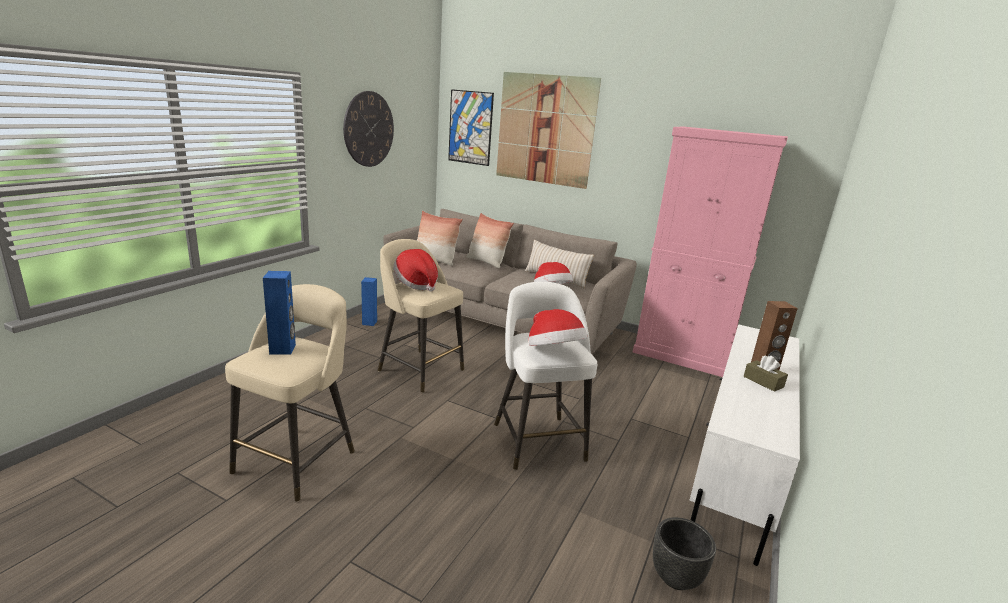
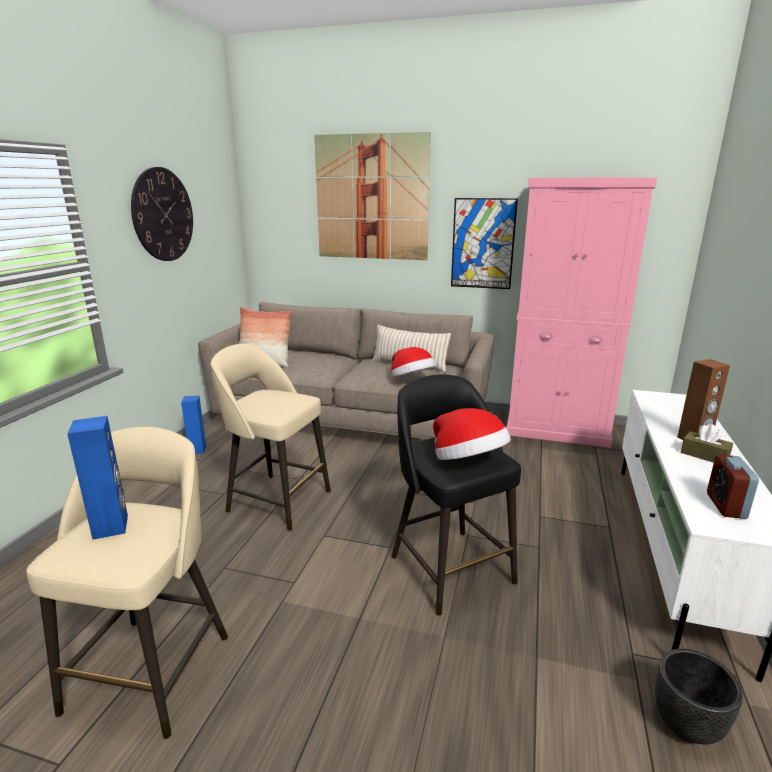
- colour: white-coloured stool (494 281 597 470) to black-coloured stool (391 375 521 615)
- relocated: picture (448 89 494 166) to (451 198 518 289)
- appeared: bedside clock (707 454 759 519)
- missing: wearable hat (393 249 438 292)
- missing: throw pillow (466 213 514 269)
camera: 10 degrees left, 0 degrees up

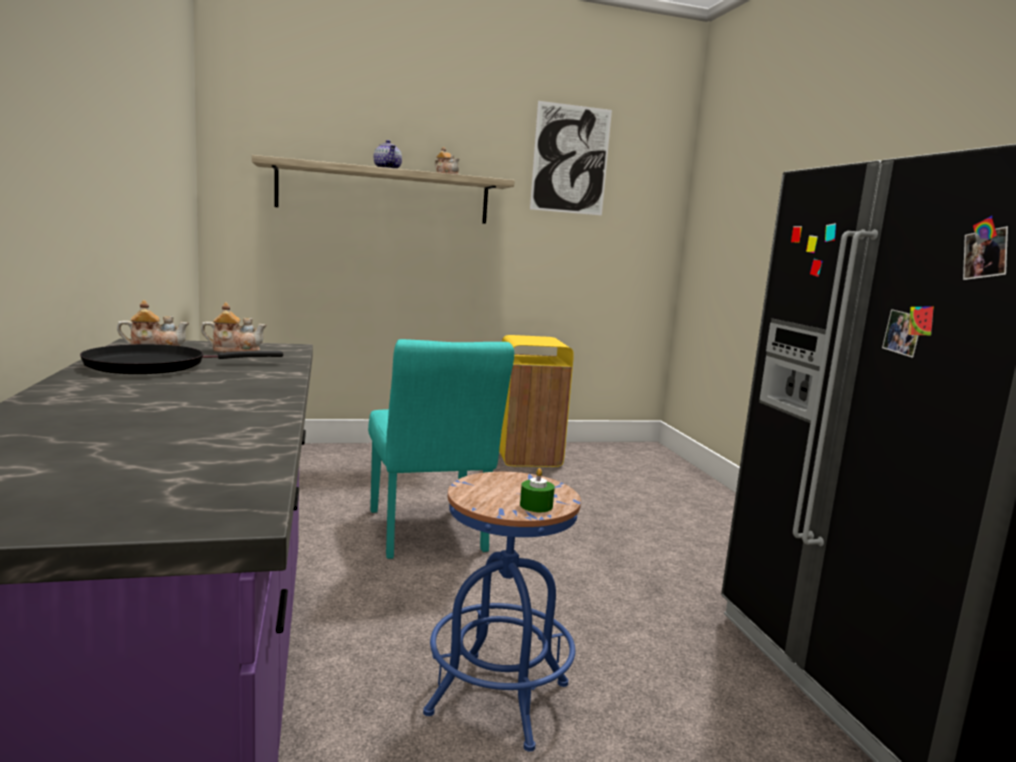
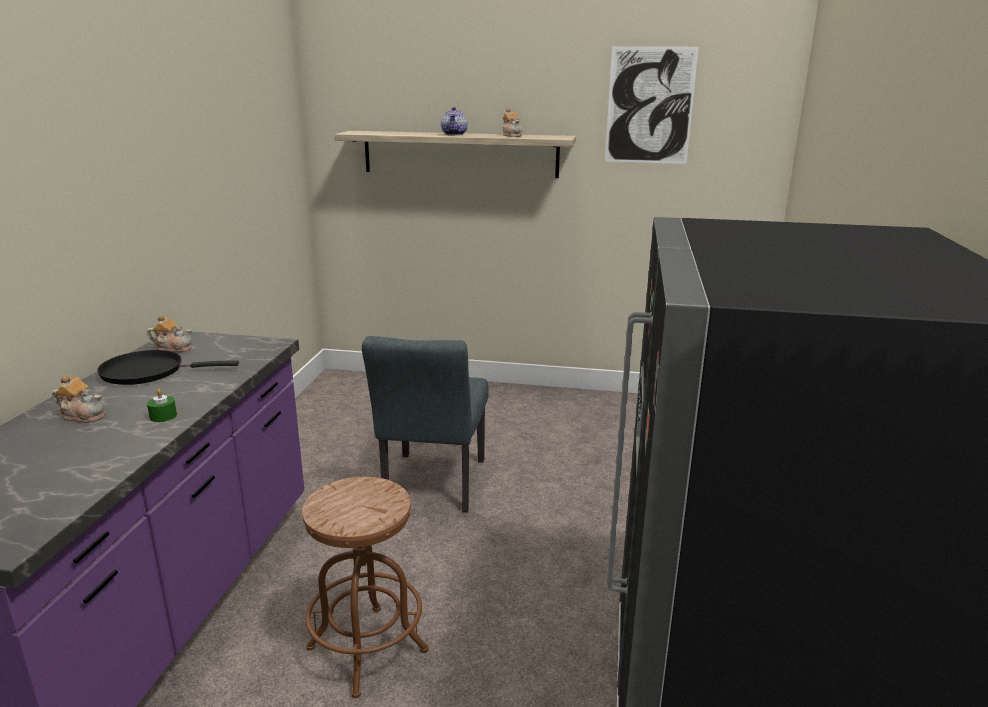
- relocated: tea pot (201 302 267 352) to (52 375 105 423)
- relocated: green wax candle (520 468 555 512) to (147 389 177 422)
- colour: blue-coloured stool (423 472 581 752) to brown-coloured stool (302 477 429 698)
- colour: turquoise upright chair (368 339 514 559) to greyish upright chair (362 336 489 512)
- missing: yellow-coloured rubbish bin (499 335 574 467)
camera: 25 degrees right, 10 degrees up

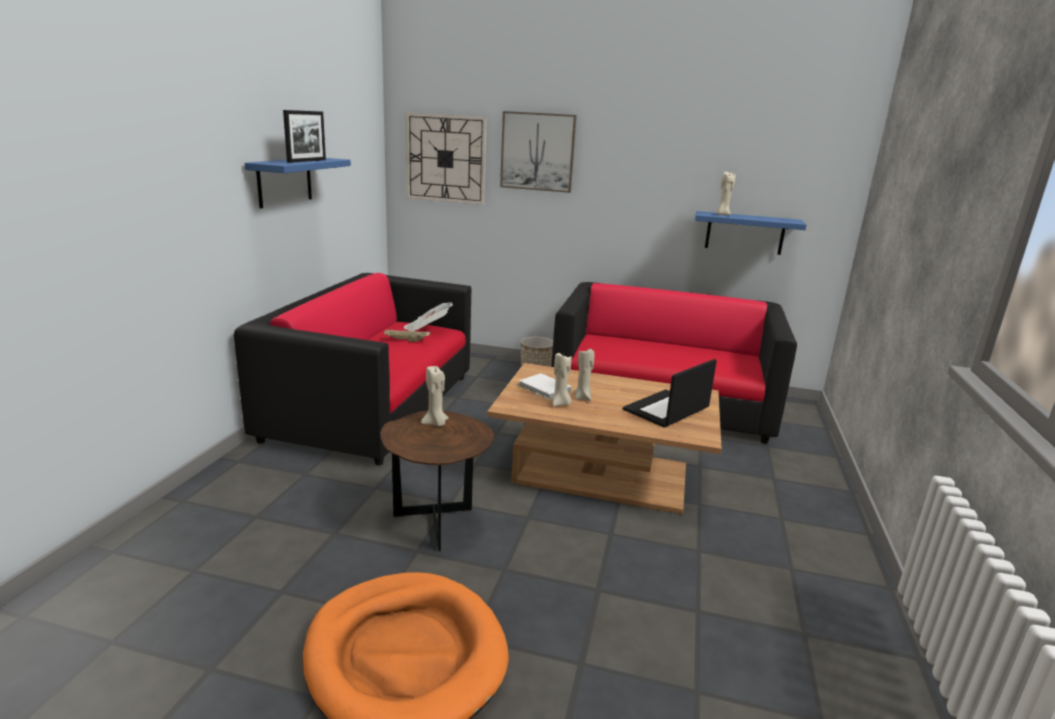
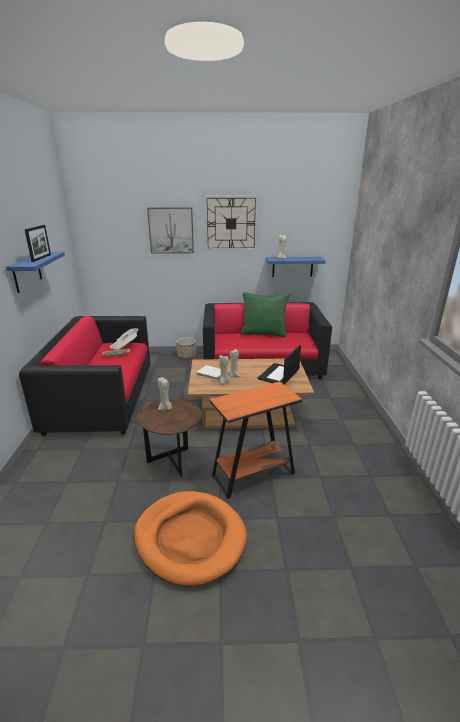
- relocated: clock on the wall (406 113 487 205) to (205 196 258 250)
- appeared: orange side table (209 381 303 499)
- appeared: green throw pillow (240 292 289 337)
camera: 15 degrees left, 5 degrees up

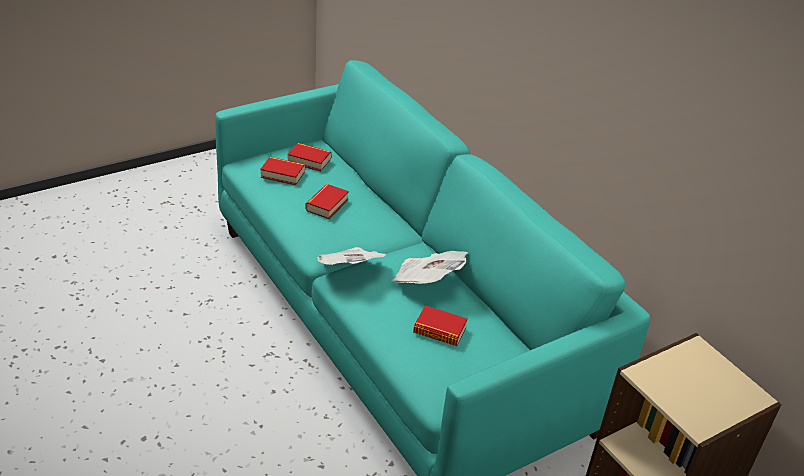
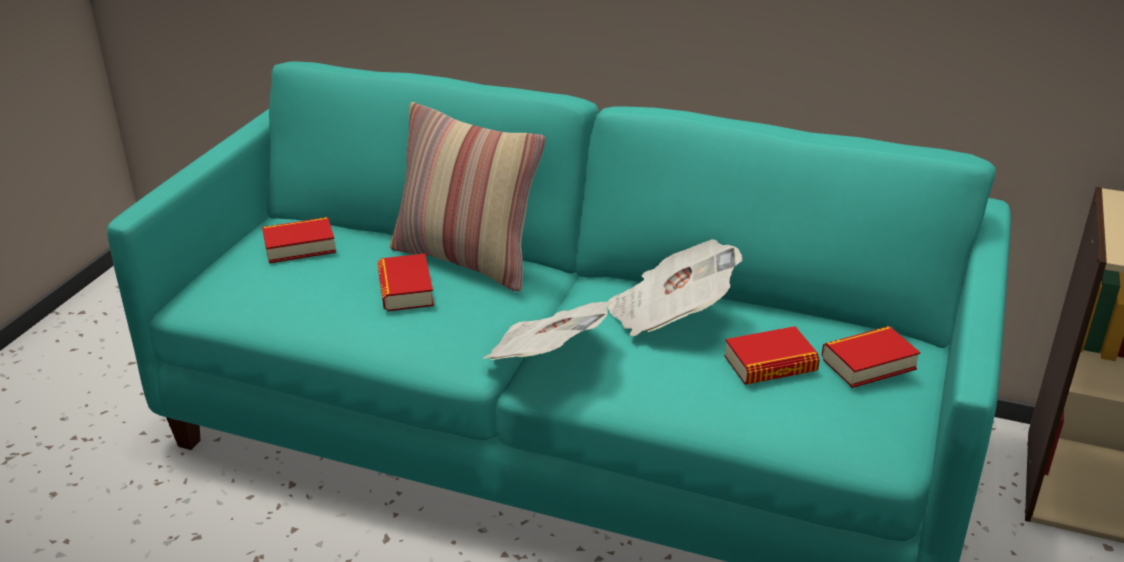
- appeared: throw pillow (390 102 546 292)
- relocated: bound book (260 157 305 185) to (822 326 920 388)
camera: 35 degrees left, 5 degrees down

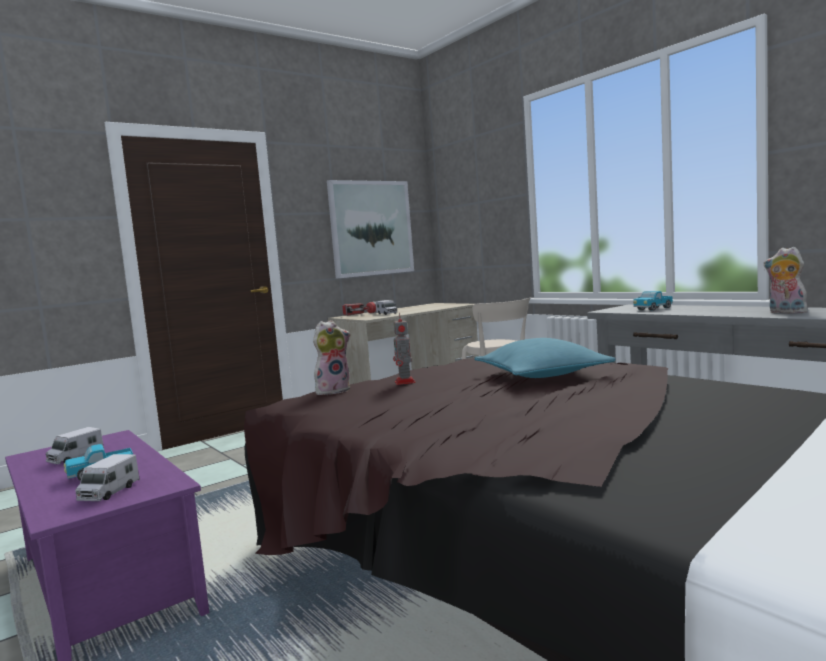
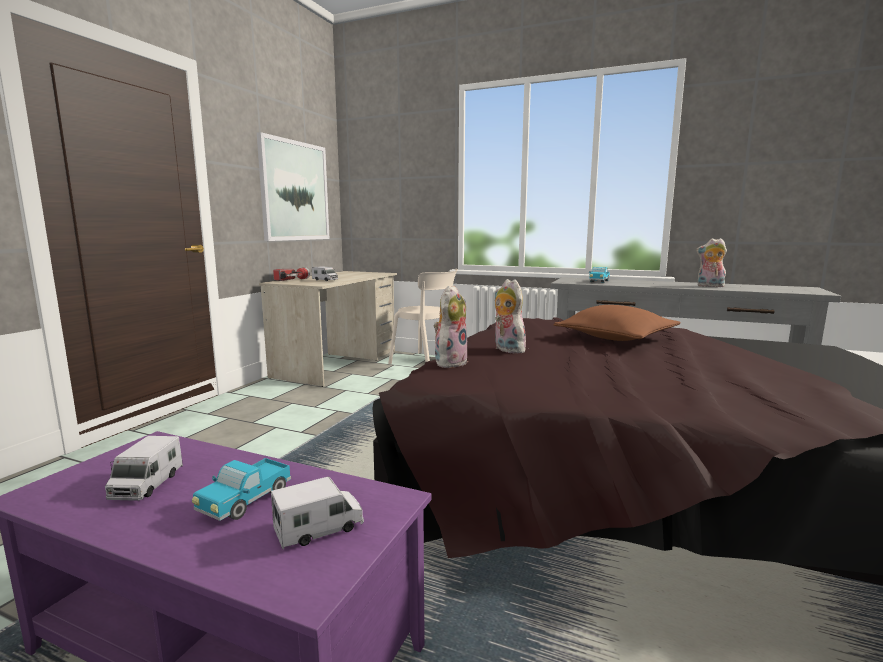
- spun: toy lorry (75 454 140 501) = (271 476 364 549) 105 degrees counterclockwise
- exchanged: robot figure (393 313 416 385) to plush toy (495 279 526 354)
- colour: turquoise throw pillow (474 338 616 378) to brown-coloured throw pillow (554 305 681 341)
camera: 30 degrees left, 5 degrees up

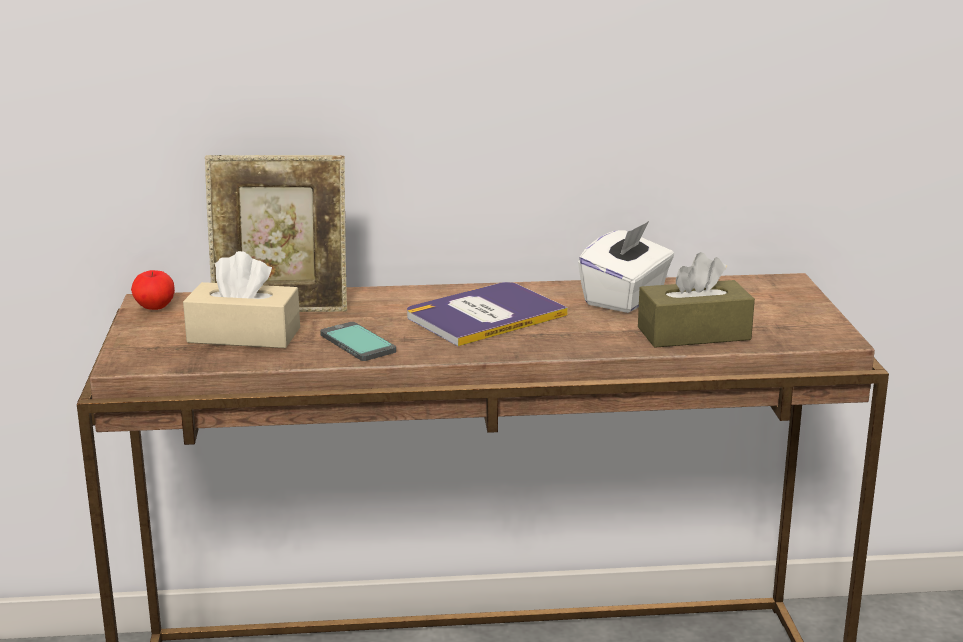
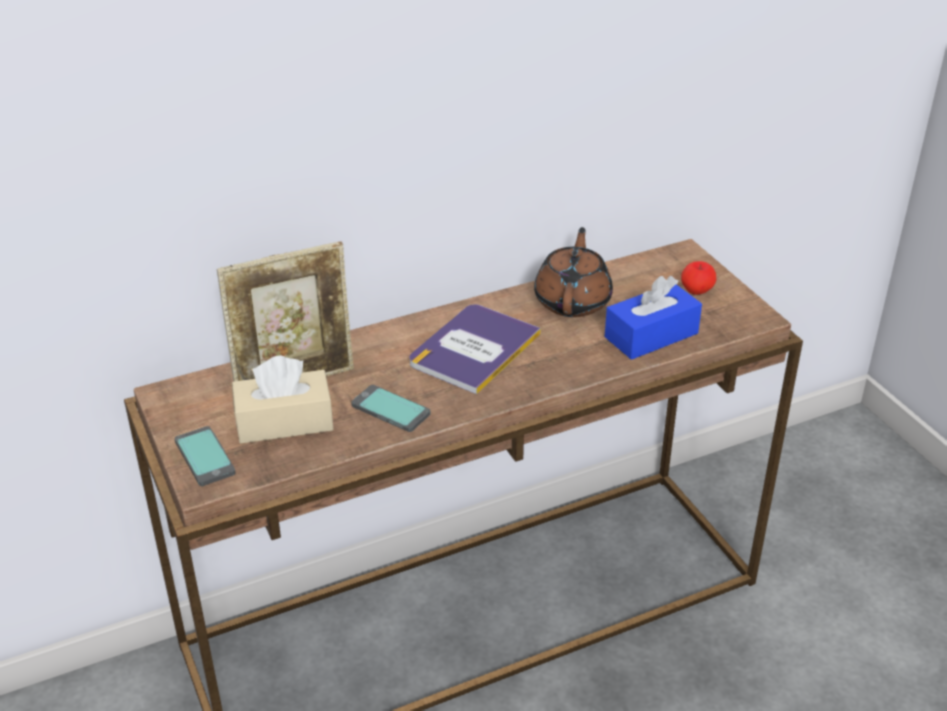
- appeared: phone (175 426 236 486)
- exchanged: white-coloured box of tissues (578 221 674 313) to brown-coloured tea pot (534 227 613 317)
- colour: brown-coloured box of tissues (638 252 755 348) to blue-coloured box of tissues (605 276 702 360)
- relocated: whole apple (131 270 175 310) to (681 261 717 295)
camera: 20 degrees left, 15 degrees up

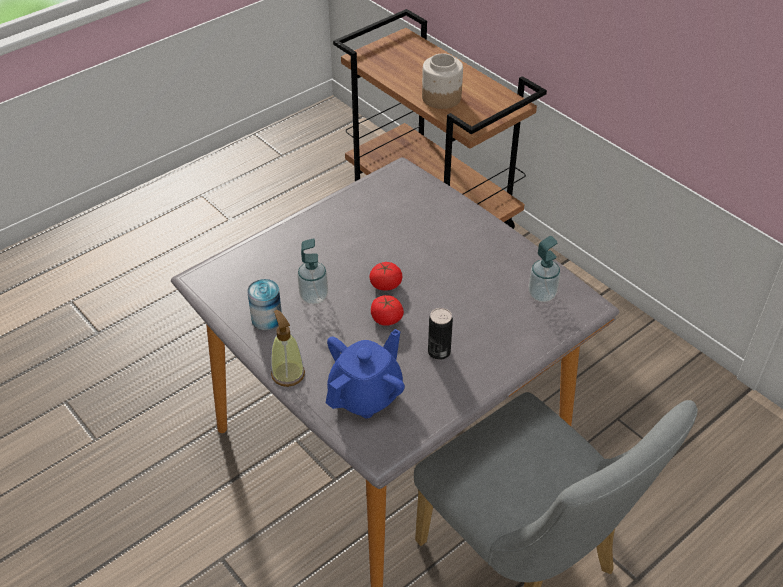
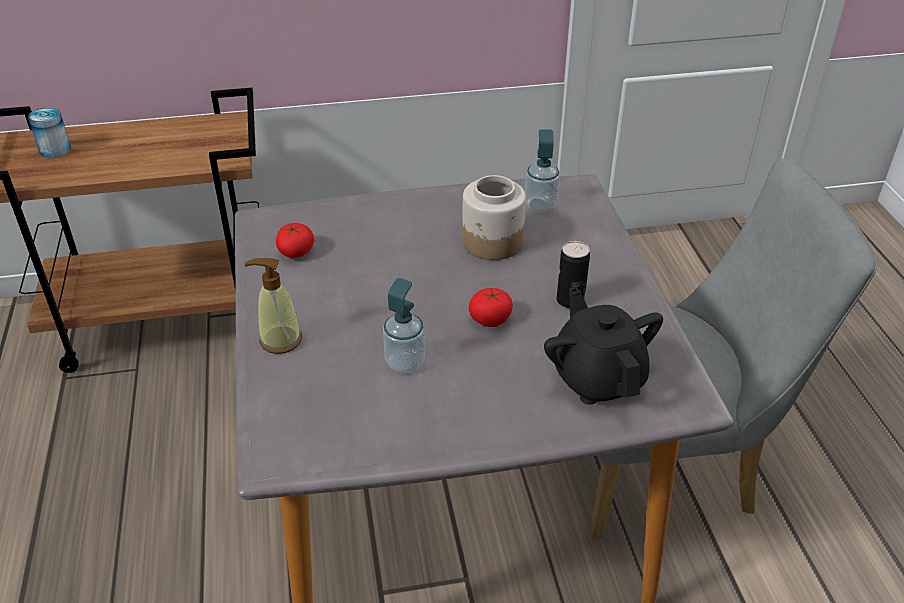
- relocated: can (247 279 282 330) to (28 107 71 158)
- relocated: soap bottle (271 310 305 387) to (245 258 302 354)
- relocated: whole tomato (370 262 402 291) to (276 223 314 258)
- relocated: storage jar (422 53 463 109) to (462 175 526 260)
- colour: blue-coloured tea pot (326 329 405 418) to black-coloured tea pot (544 287 663 405)
camera: 60 degrees left, 5 degrees down

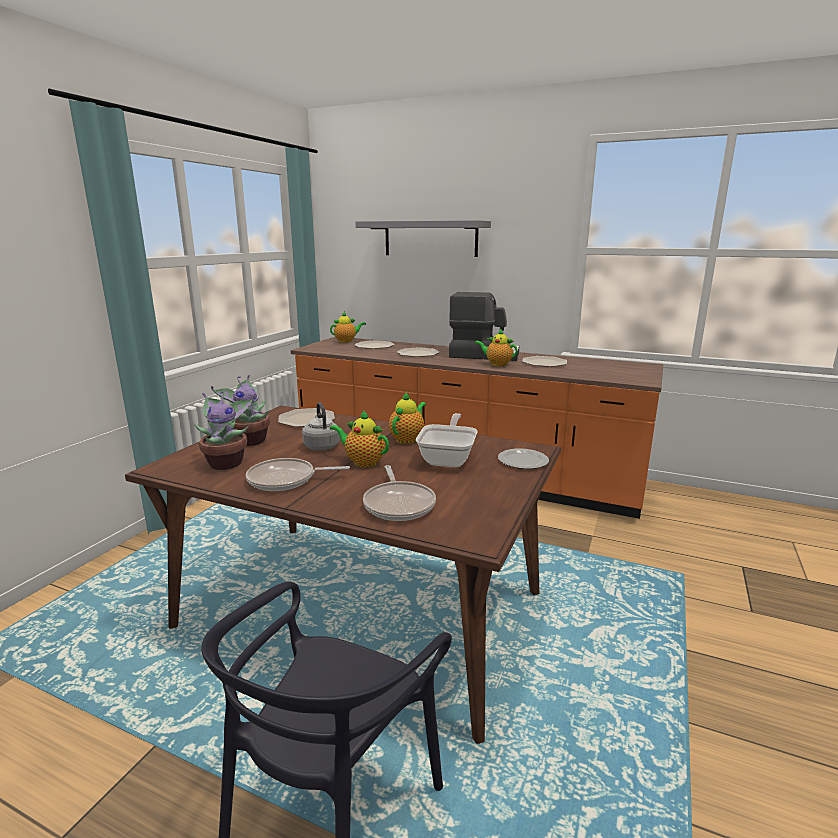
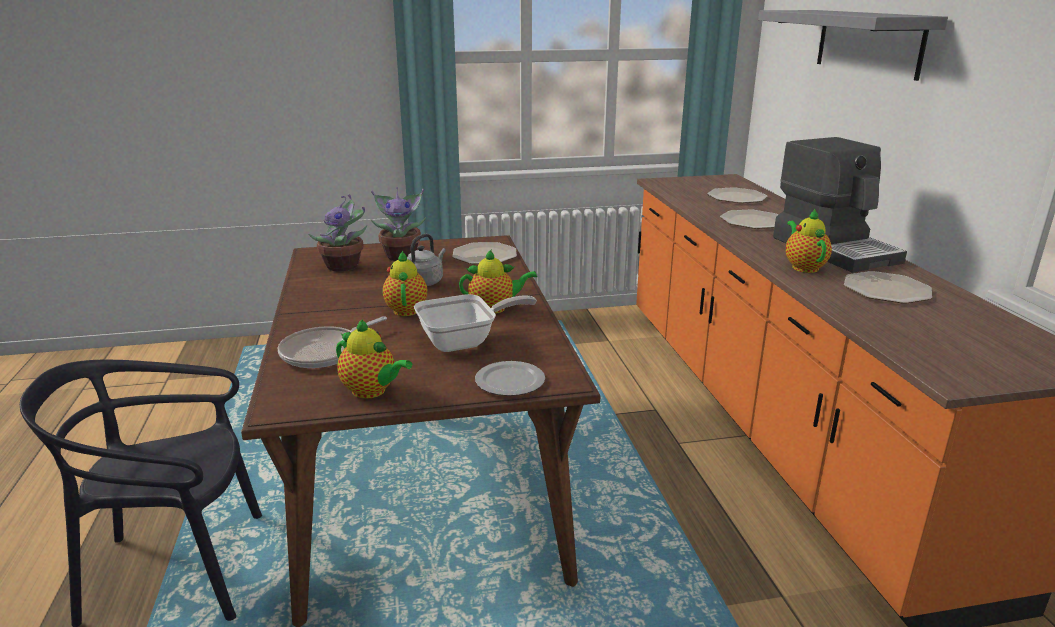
- relocated: tea pot (330 311 366 343) to (336 319 412 399)
- missing: pan (246 458 350 491)
camera: 55 degrees right, 5 degrees up

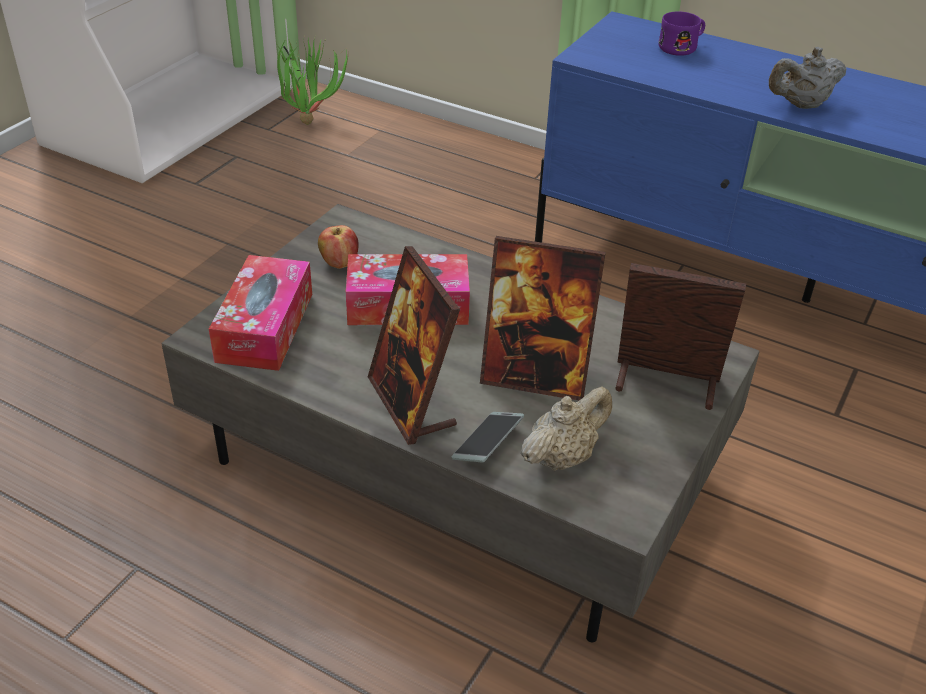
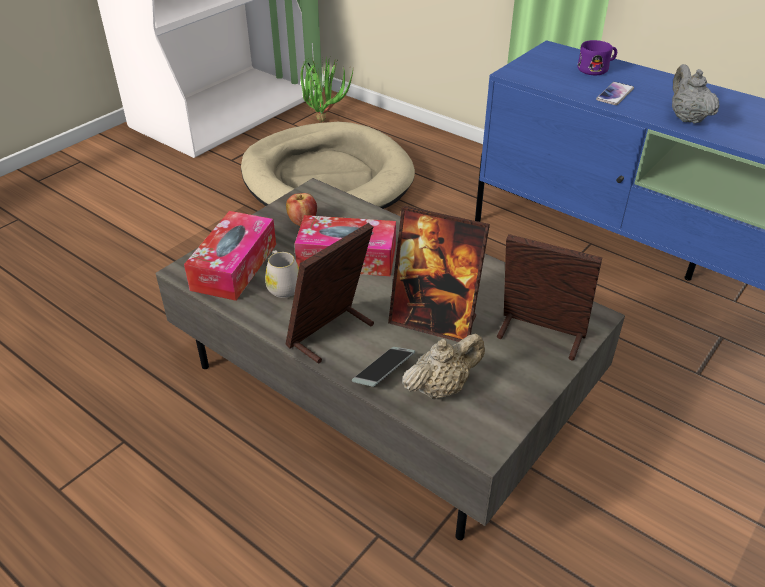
- appeared: sand-coloured dog cushion (241 122 415 209)
- appeared: white-coloured mug (265 250 299 298)
- spun: photo frame (368 246 460 445) = (285 223 374 364) 60 degrees clockwise
- appeared: phone (596 82 634 105)
- spun: greyish tea pot (769 47 846 109) = (672 64 719 124) 90 degrees clockwise
camera: 10 degrees right, 0 degrees up

